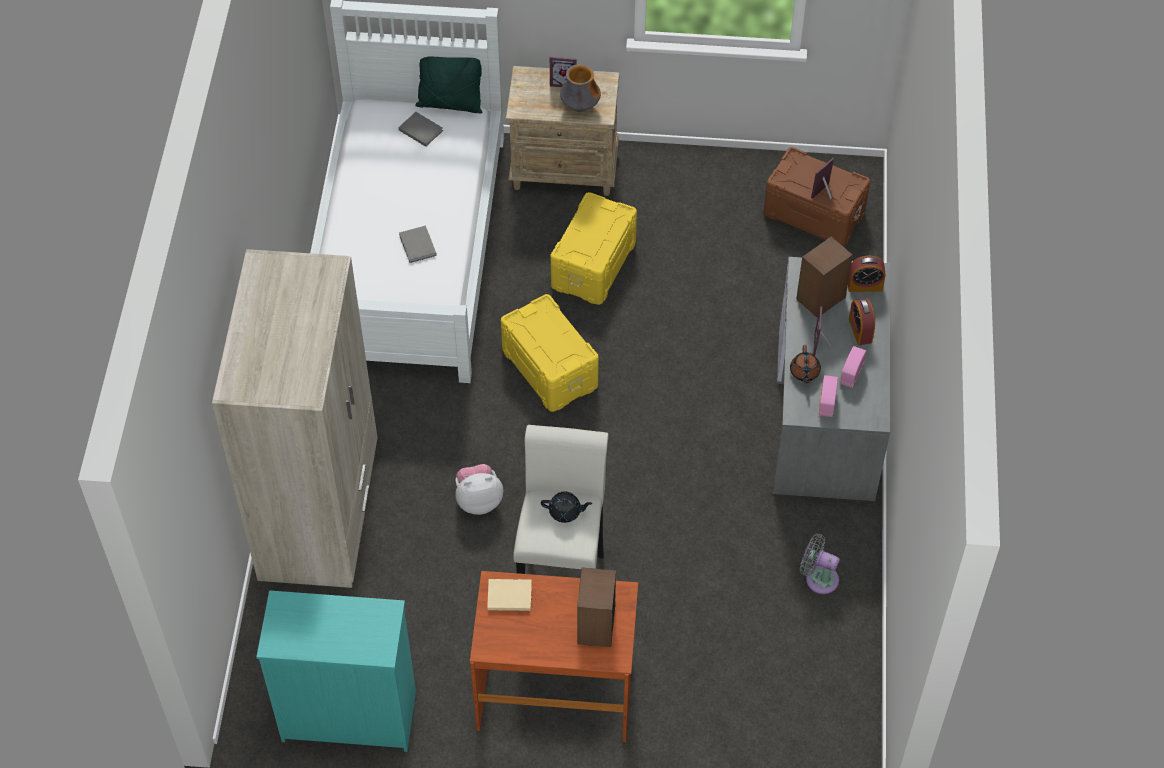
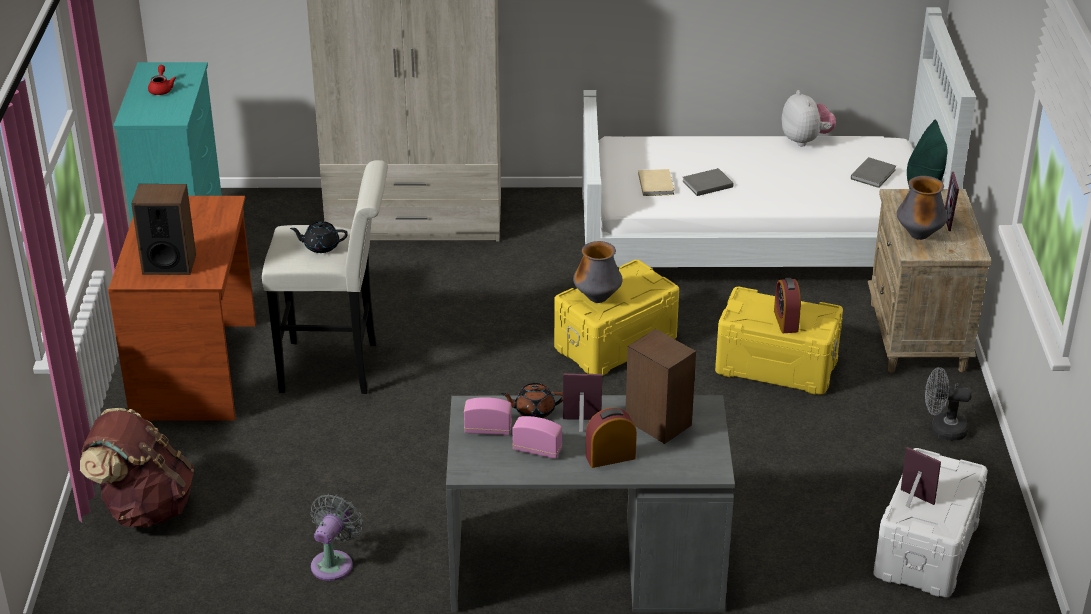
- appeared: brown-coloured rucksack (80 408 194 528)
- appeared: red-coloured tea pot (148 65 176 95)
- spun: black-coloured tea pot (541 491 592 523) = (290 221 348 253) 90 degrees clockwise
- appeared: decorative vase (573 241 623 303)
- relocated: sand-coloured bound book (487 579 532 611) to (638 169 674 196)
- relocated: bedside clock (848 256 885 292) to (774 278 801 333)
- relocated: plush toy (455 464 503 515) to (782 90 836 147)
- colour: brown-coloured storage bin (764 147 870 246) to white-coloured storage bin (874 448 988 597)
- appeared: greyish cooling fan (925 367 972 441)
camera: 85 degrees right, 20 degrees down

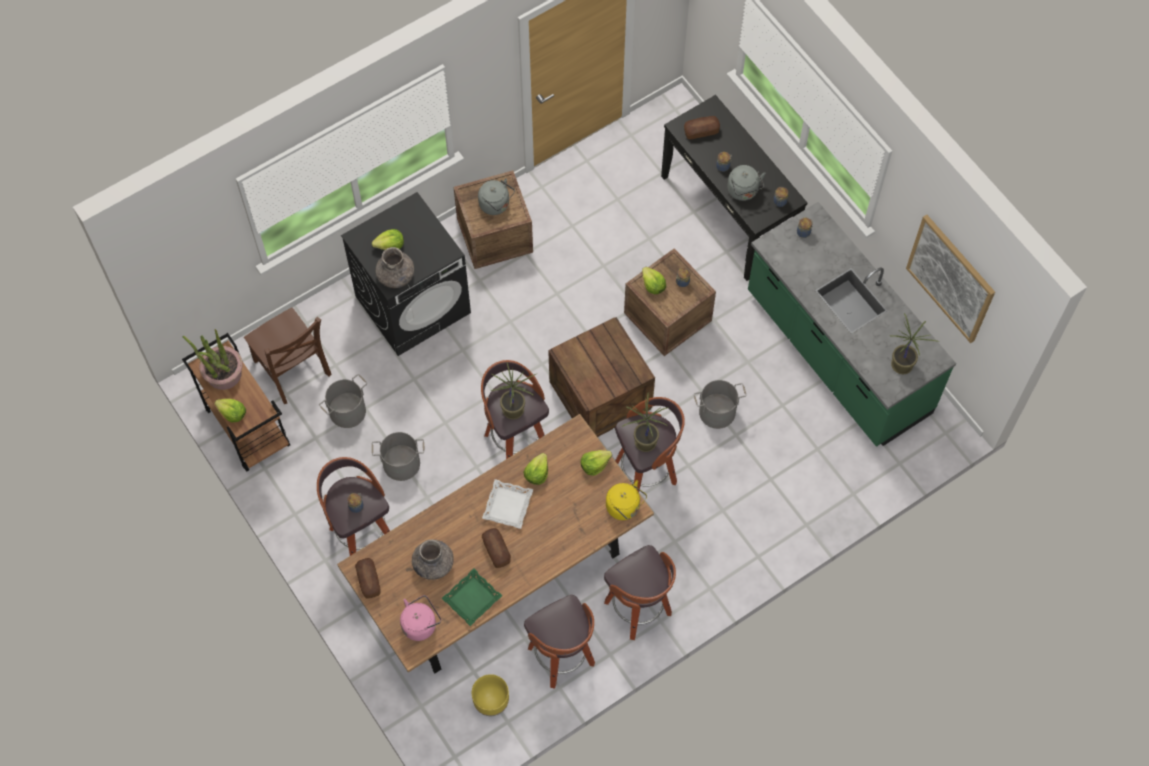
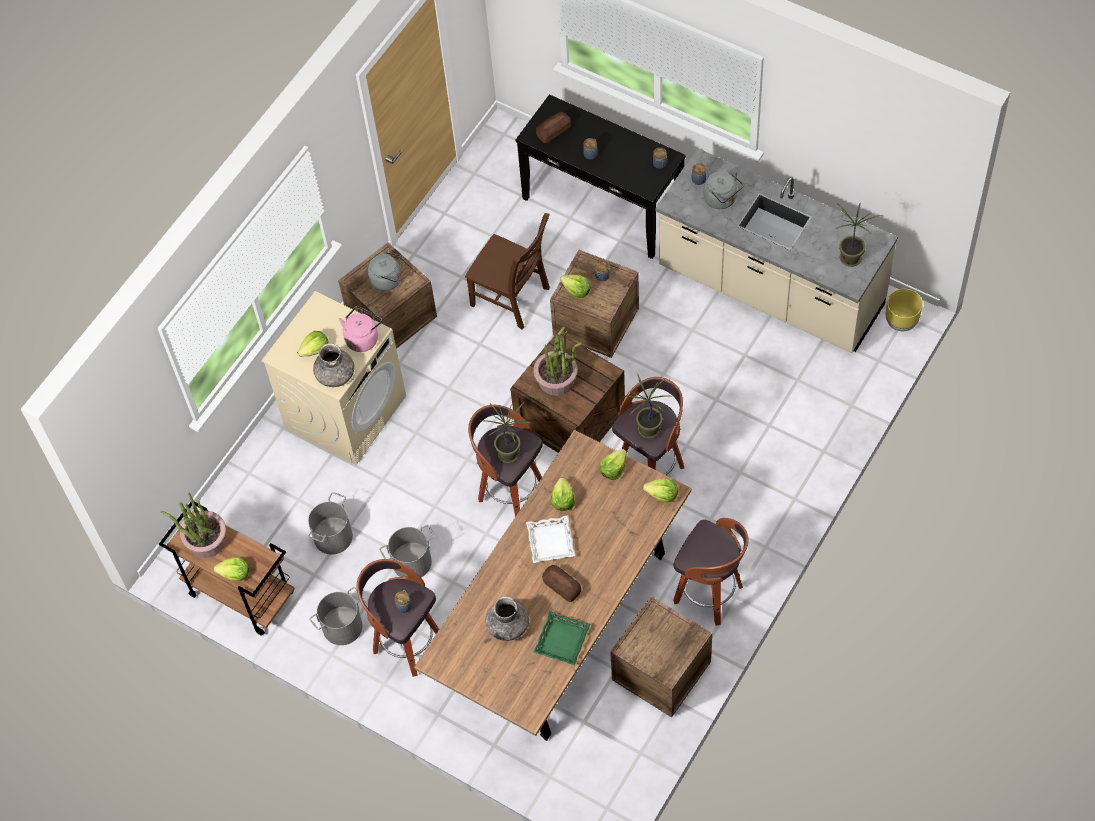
- colour: black-coloured laundry appliance (341 192 471 356) to sand-coloured laundry appliance (261 291 406 465)
- relocated: greyish pail (694 380 747 429) to (309 587 363 645)
- relocated: pinkish kettle (400 595 441 641) to (339 306 382 352)
- relocated: brown-coloured upright chair (244 307 331 404) to (465 213 550 330)
- appeared: plant in a pot (533 326 582 396)
- exchanged: stool (524 595 595 689) to crate (610 596 712 717)
- exchanged: yellow-coloured kettle (606 480 647 520) to lettuce head (643 479 678 503)
- colour: green kitchen counter (748 202 956 447) to sand-coloured kitchen counter (656 148 898 353)
- relocated: greyish kettle (727 165 766 201) to (704 172 744 209)
- relocated: yellow-coloured planter (472 674 509 716) to (886 289 923 331)
- missing: baked bread (355 558 380 599)
- missing: picture (906 215 995 343)
camera: 20 degrees left, 5 degrees down

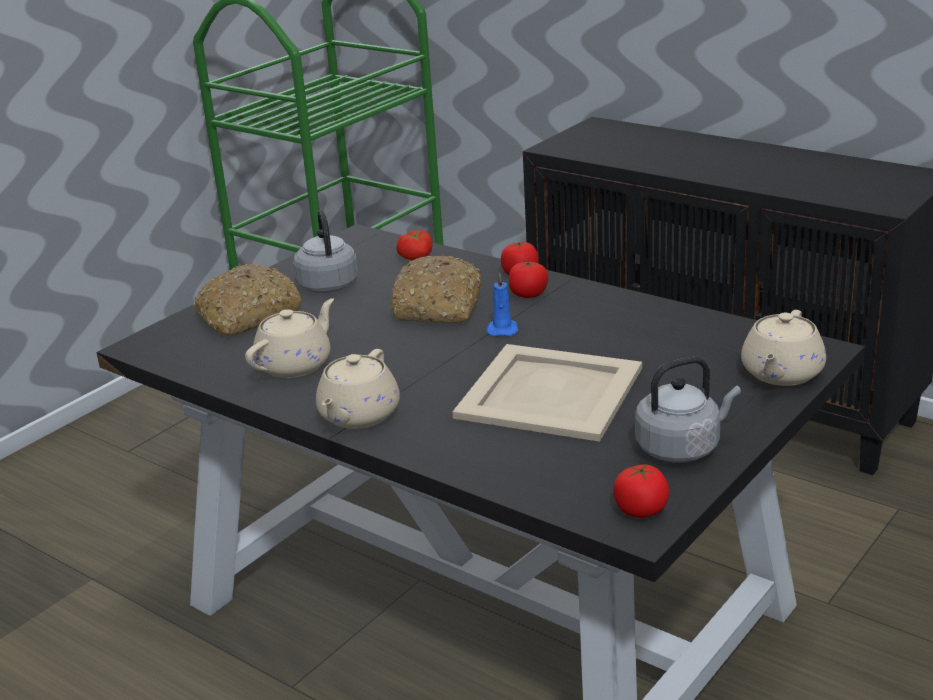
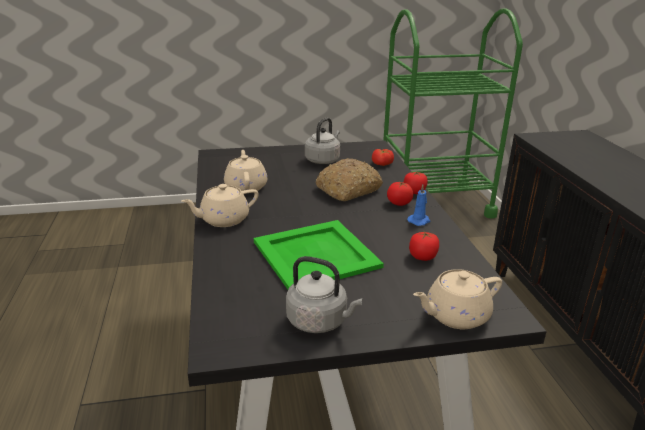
- spun: sand-coloured tea pot (245 298 334 378) = (224 150 267 191) 90 degrees counterclockwise
- colour: sand-coloured carrying tray (452 344 642 442) to green carrying tray (254 220 384 289)
- relocated: blue-coloured wax candle (486 272 519 337) to (407 184 430 226)
- relocated: whole tomato (613 463 669 518) to (409 232 439 261)
- missing: baked bread (194 264 302 336)
camera: 40 degrees right, 0 degrees up

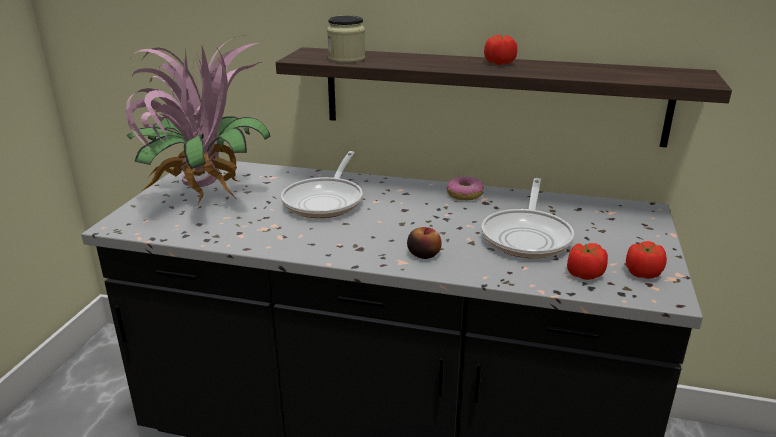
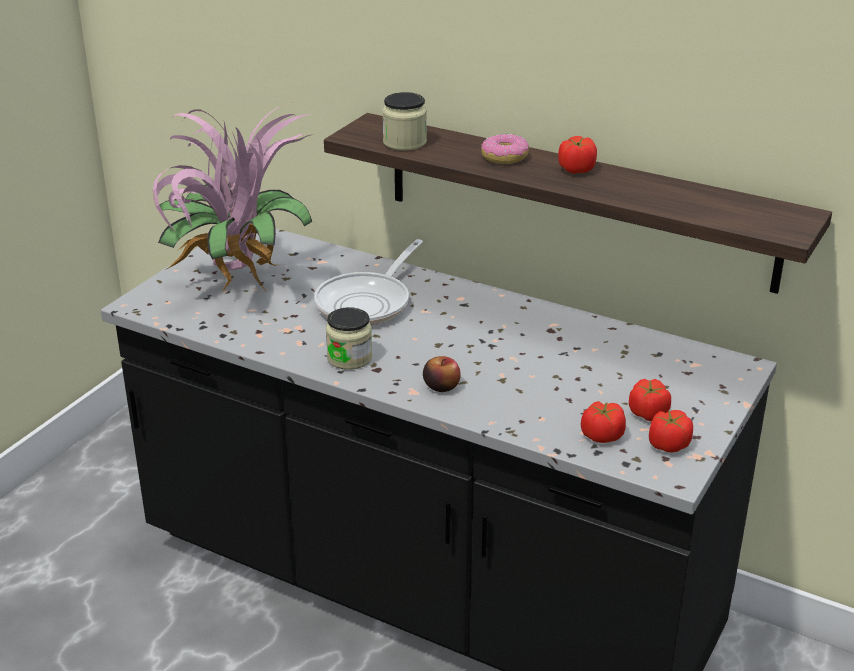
- appeared: storage jar (326 307 372 370)
- relocated: doughnut (446 176 484 200) to (481 134 529 164)
- appeared: whole tomato (629 379 671 421)
- missing: pan (481 178 574 258)
camera: 15 degrees right, 5 degrees up

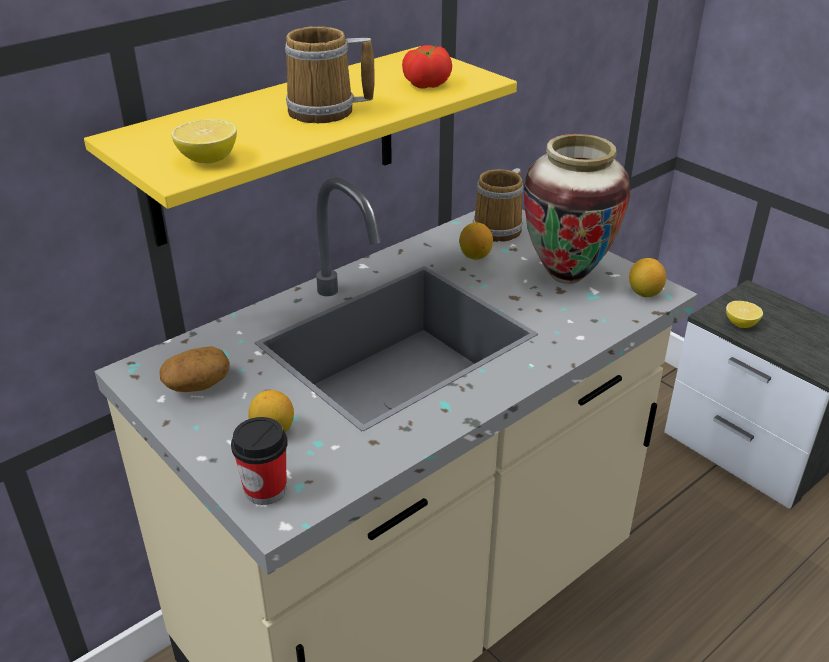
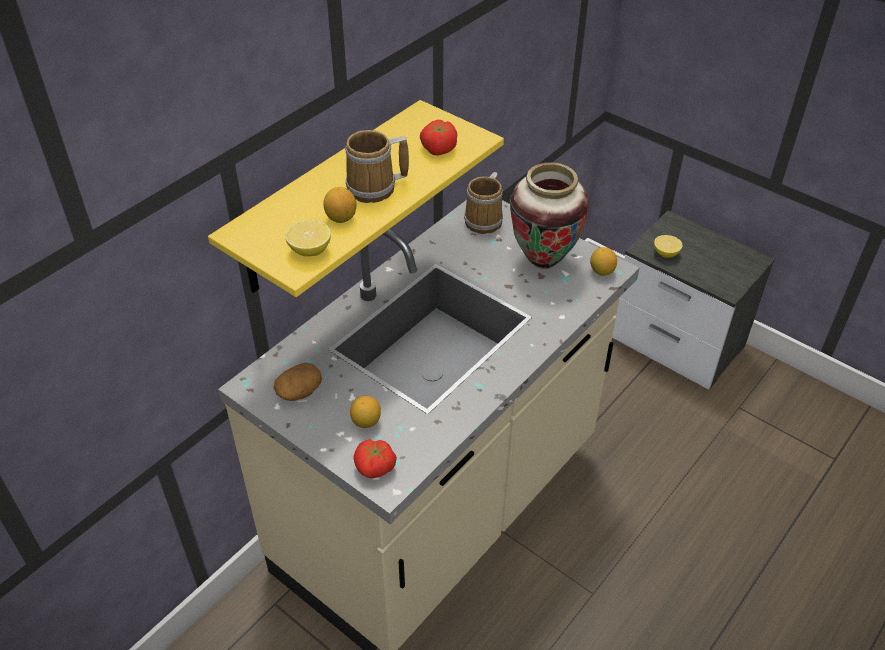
- relocated: whole lemon (459 223 493 260) to (323 187 356 223)
- exchanged: drinking cup (231 417 288 505) to whole tomato (353 440 397 478)
camera: 10 degrees left, 10 degrees up

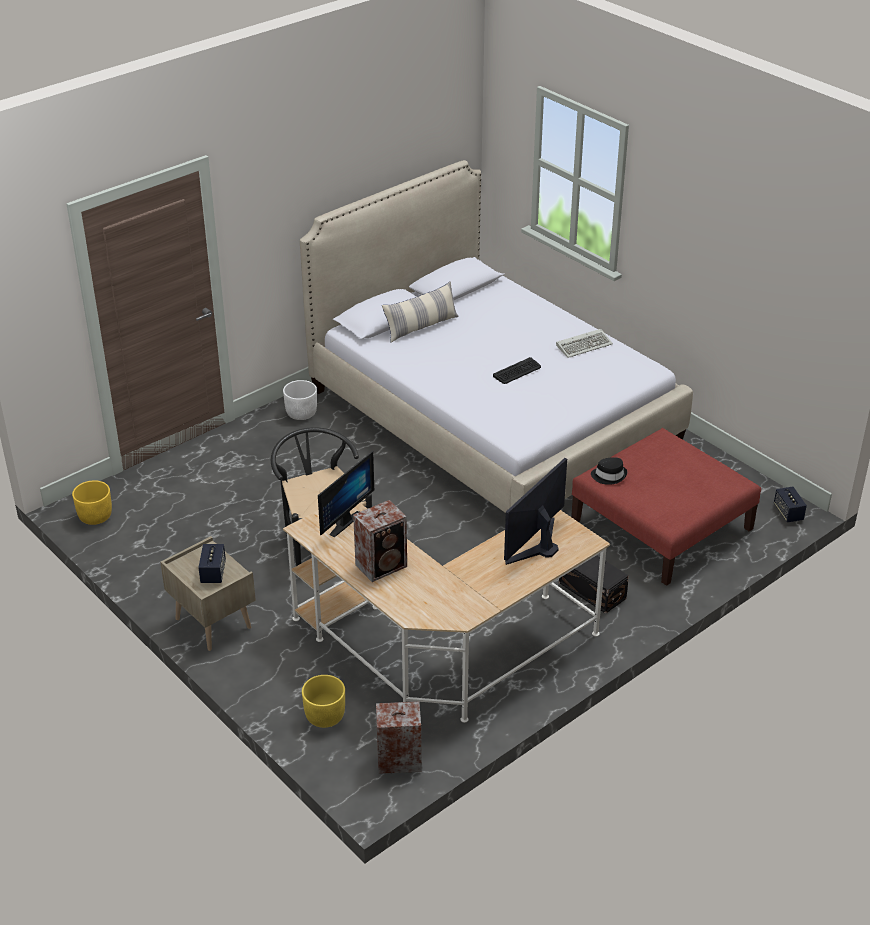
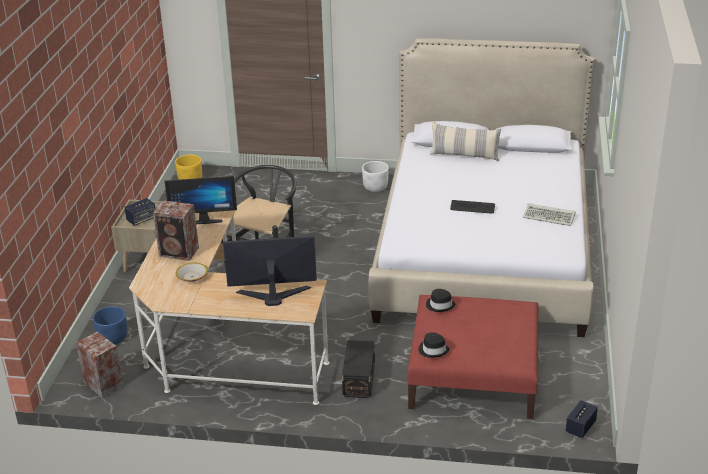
- colour: yellow-coloured planter (302 675 345 728) to blue-coloured planter (92 306 127 345)
- appeared: deep dish (176 263 208 282)
- appeared: black-coloured wearable hat (418 332 449 358)
camera: 50 degrees right, 5 degrees down

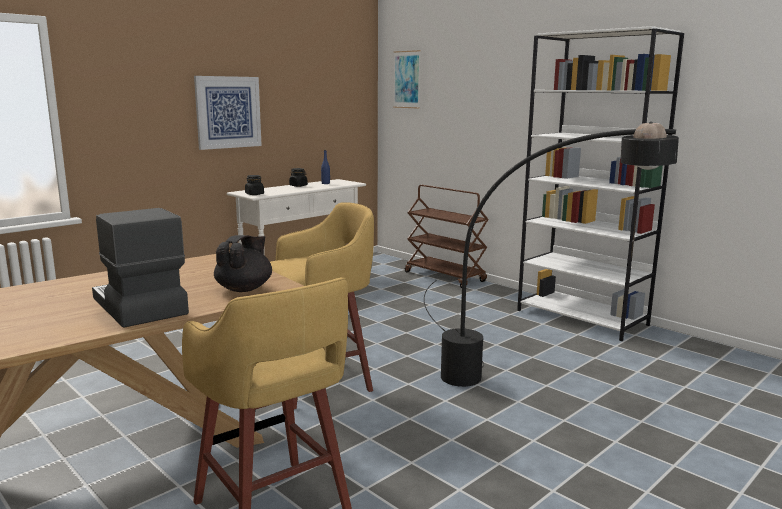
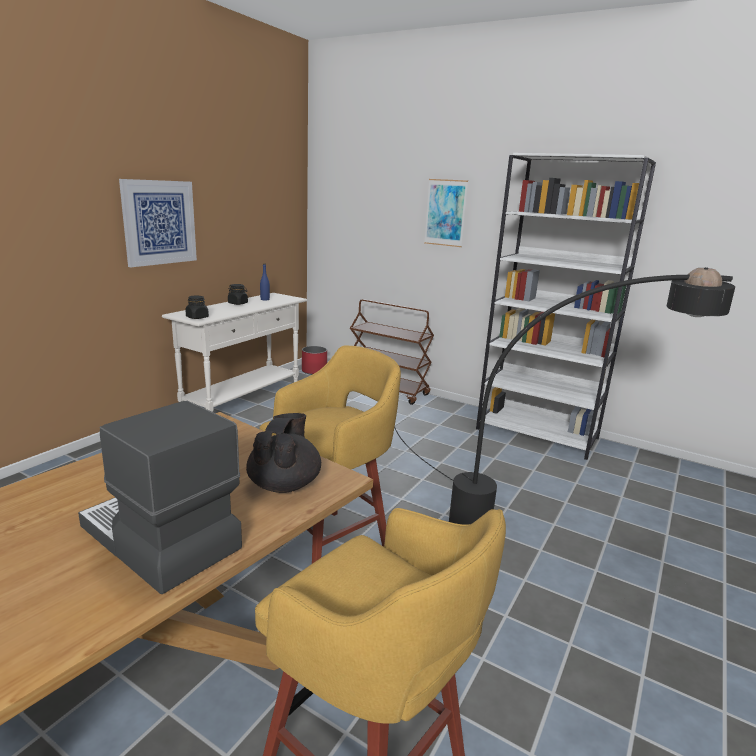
- appeared: red-coloured planter (302 346 327 375)
- relocated: picture (393 50 421 109) to (424 179 468 247)
camera: 15 degrees left, 5 degrees up

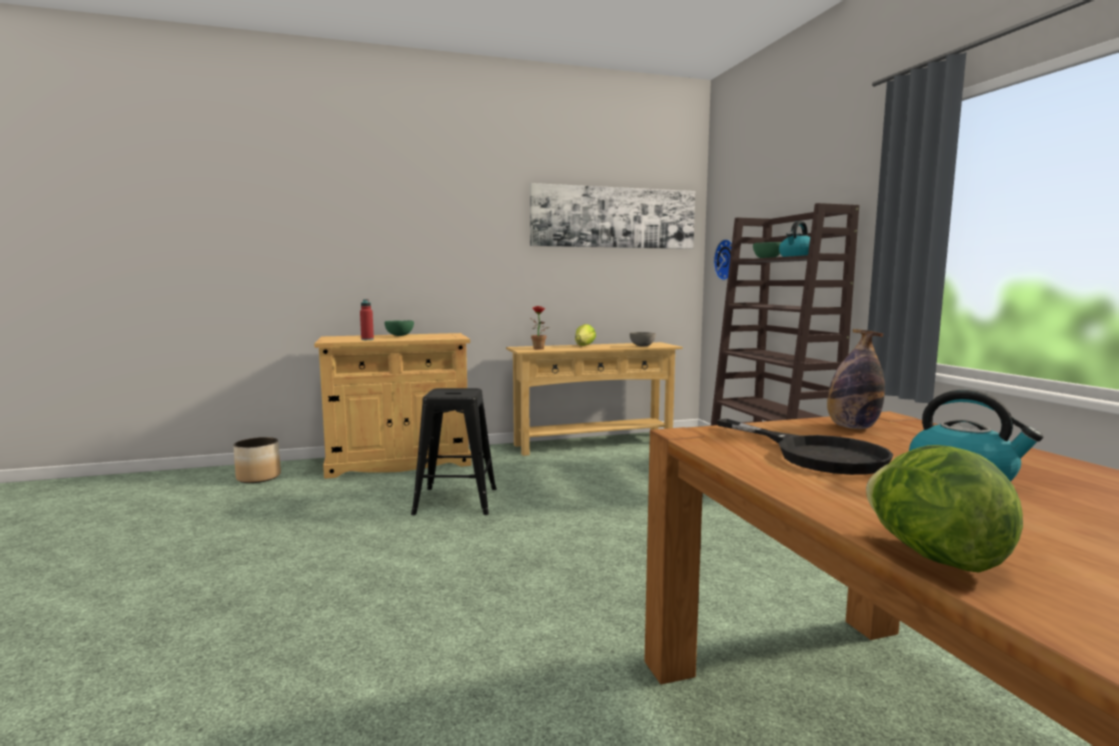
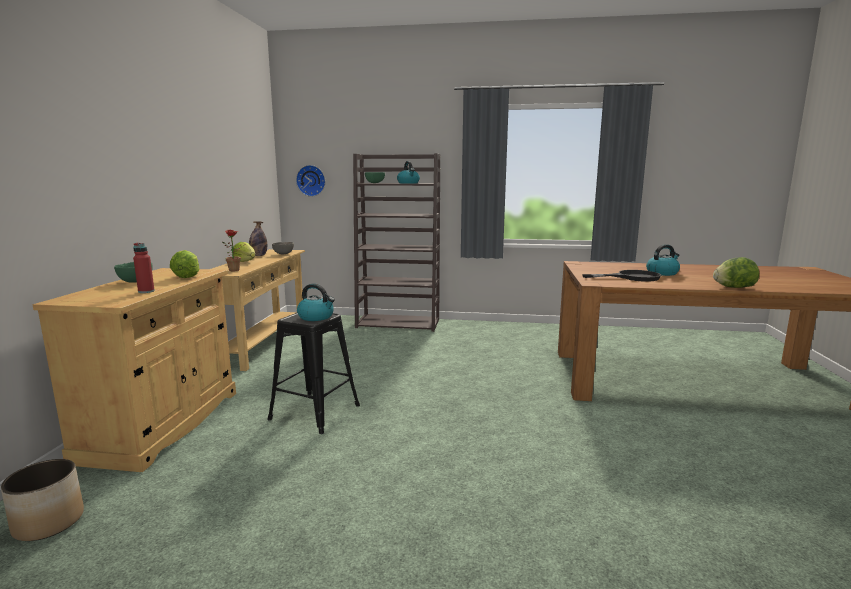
- appeared: lettuce head (170 250 200 278)
- relocated: beverage bottle (827 329 885 429) to (249 221 267 256)
- appeared: kettle (297 284 335 321)
- missing: picture (530 183 695 249)
camera: 65 degrees left, 5 degrees up

